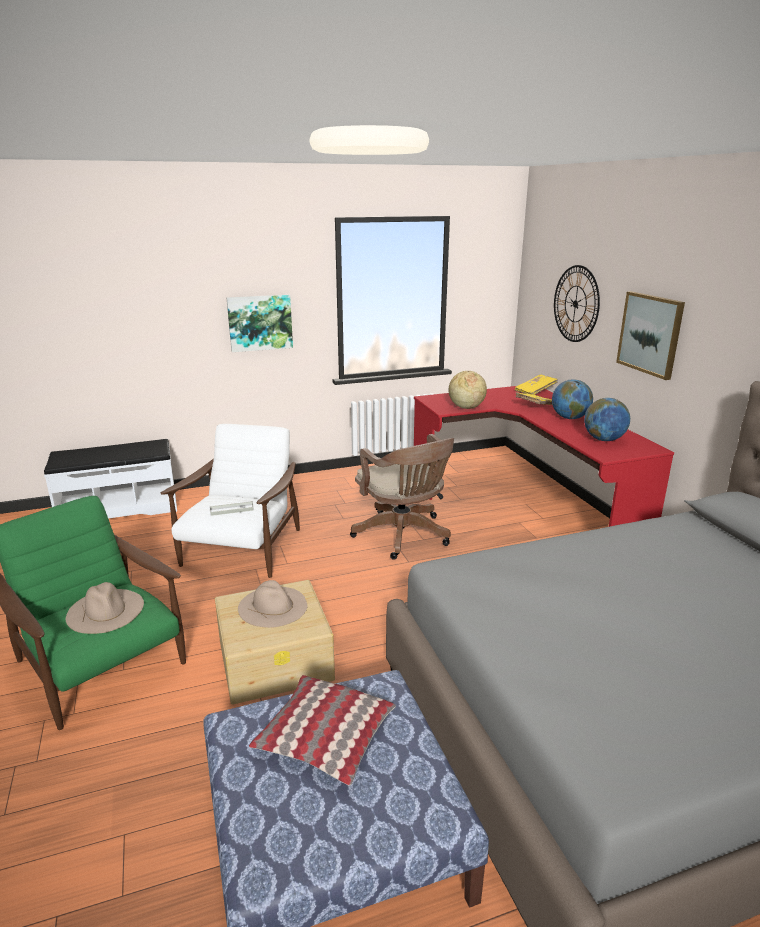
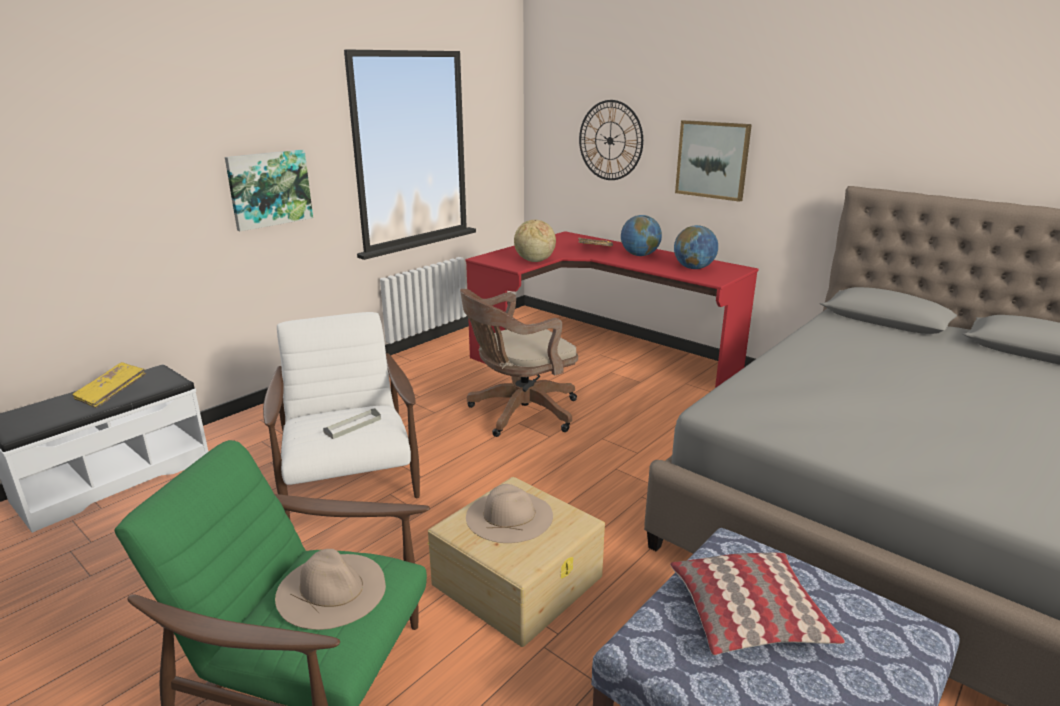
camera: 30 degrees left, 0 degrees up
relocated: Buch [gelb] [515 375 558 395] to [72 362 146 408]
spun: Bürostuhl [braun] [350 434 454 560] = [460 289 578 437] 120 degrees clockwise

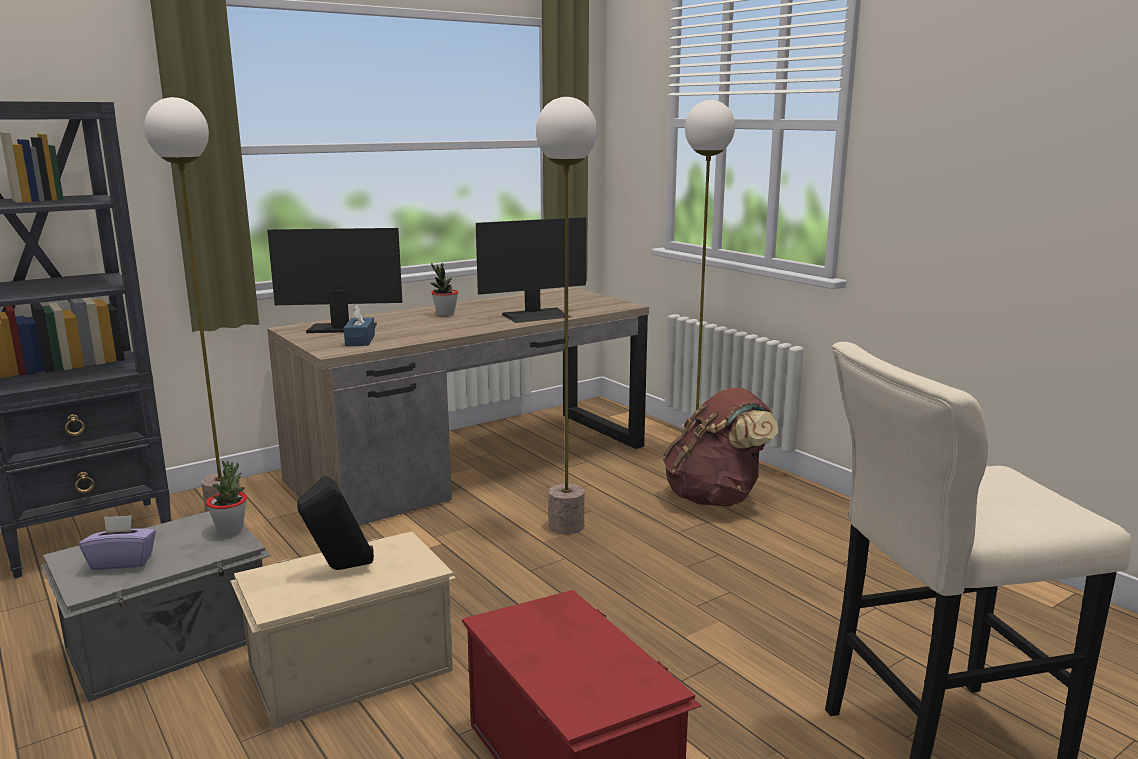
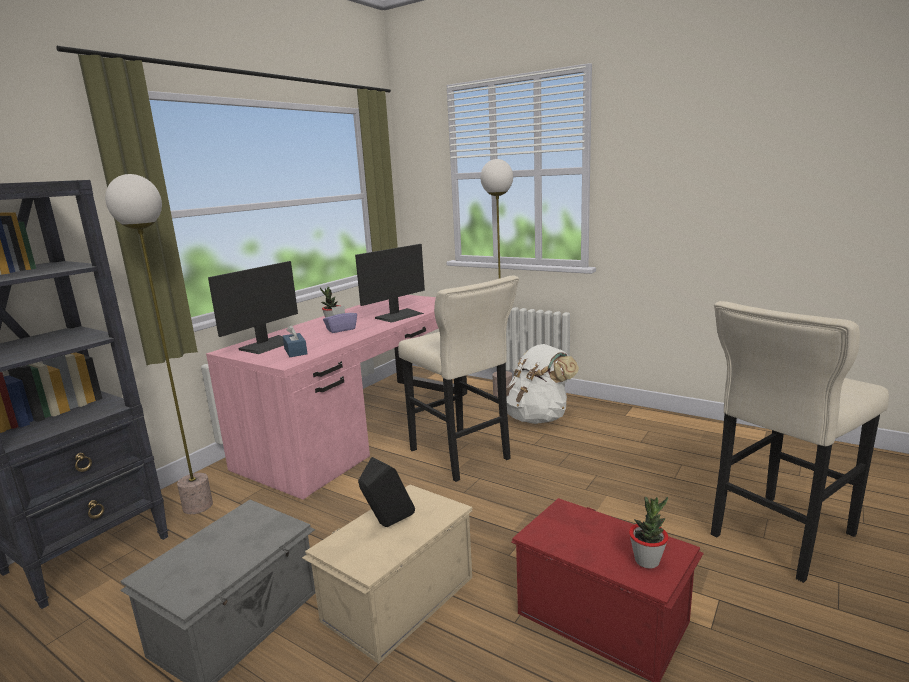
camera: 20 degrees left, 0 degrees up
relocated: Taschentuchbox [lila] [79 515 156 570] to [323 305 357 333]; Topfpflanze [206 461 247 535] to [629 497 668 569]
exchanged: Stehlampe [536 97 597 534] to Hocker [beige] [398 276 519 482]
colour: Schreibtisch [braun] [267 287 649 526] to Schreibtisch [rosa] [206 295 467 500]; Rucksack [braun] [663 388 778 507] to Rucksack [weiß] [506 344 579 424]
spun: Monitor [267 228 402 333] = [208 261 298 354] 150 degrees clockwise

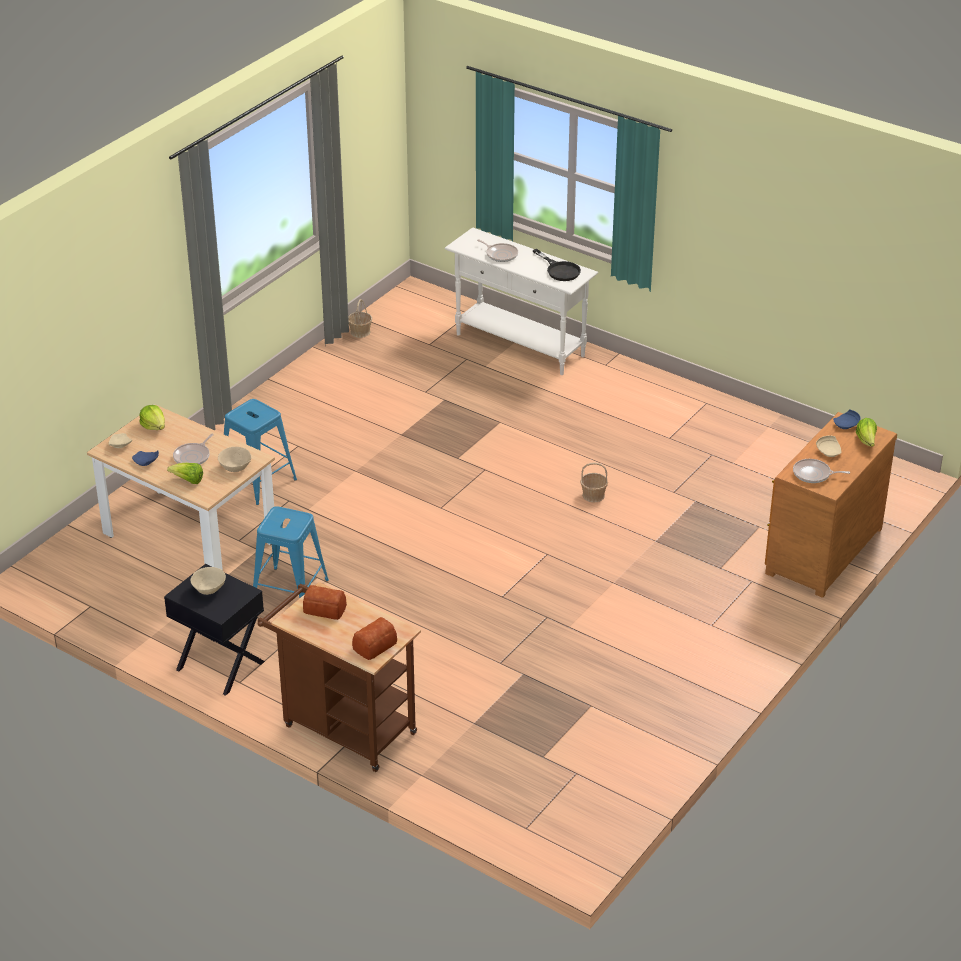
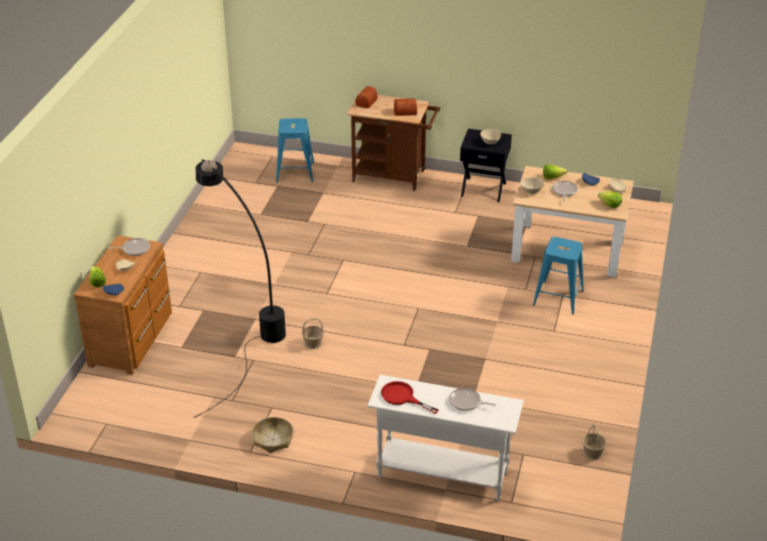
camera: 160 degrees right, 0 degrees up
appeared: Stehlampe [schwarz] [194 159 286 418]; Korb [252 417 294 453]
relocated: Hocker [blau] [253 506 329 598] to [276 118 314 182]
colour: Pfanne [schwarz] [533 249 581 281] to Pfanne [rot] [381 381 438 414]

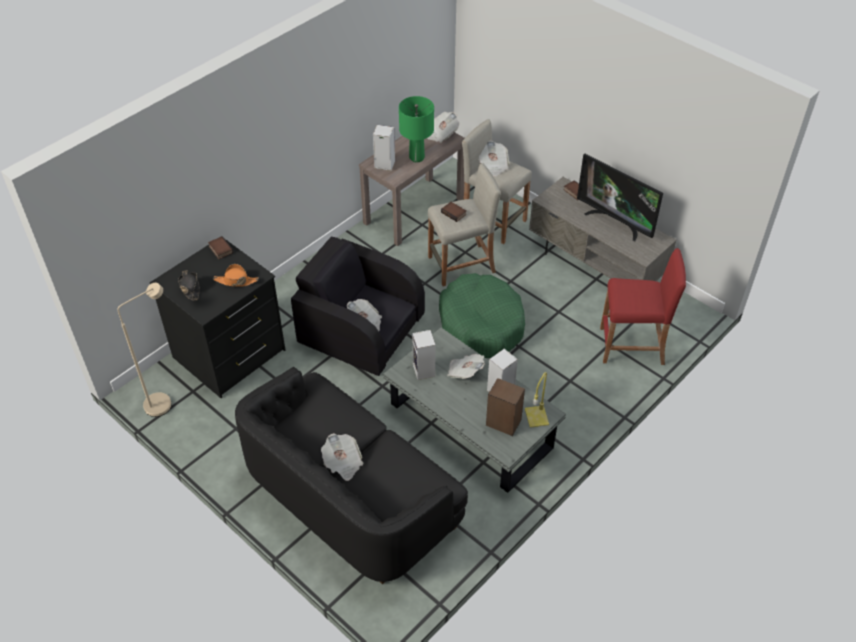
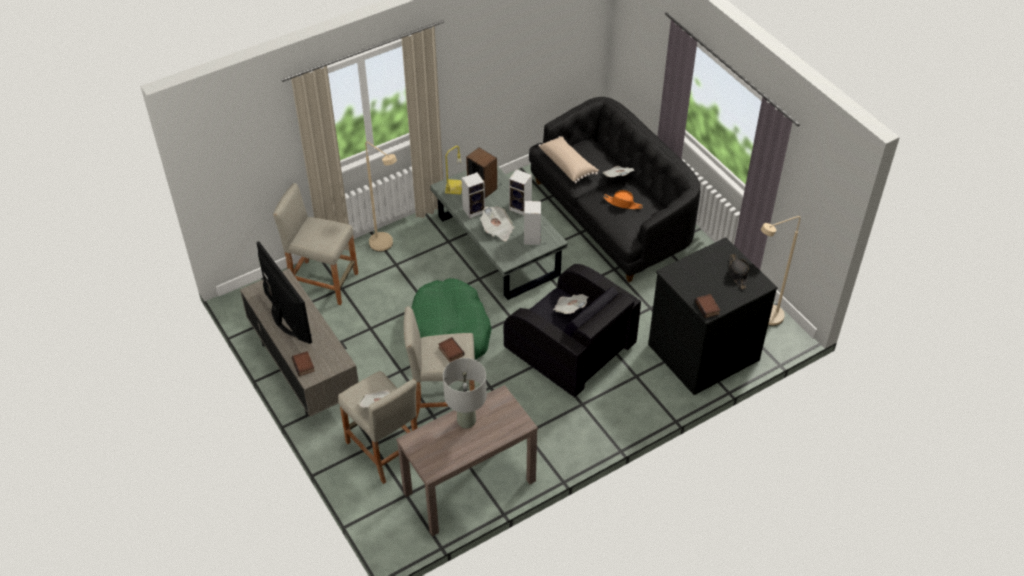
camera: 165 degrees left, 0 degrees up
missing: Zeitung [427 112 459 143]
appeared: Stehlampe [beige] [365 141 397 252]; Kissen [beige] [538 136 599 183]
relocated: Lautsprecher [373 125 395 171] to [509 169 532 215]; Hut [orange] [213 264 259 287] to [603 190 643 209]
colour: Hocker [rot] [600 248 686 365] to Hocker [beige] [273 183 358 305]; Tischlampe [grün] [399 96 434 163] to Tischlampe [grau] [443 358 487 429]

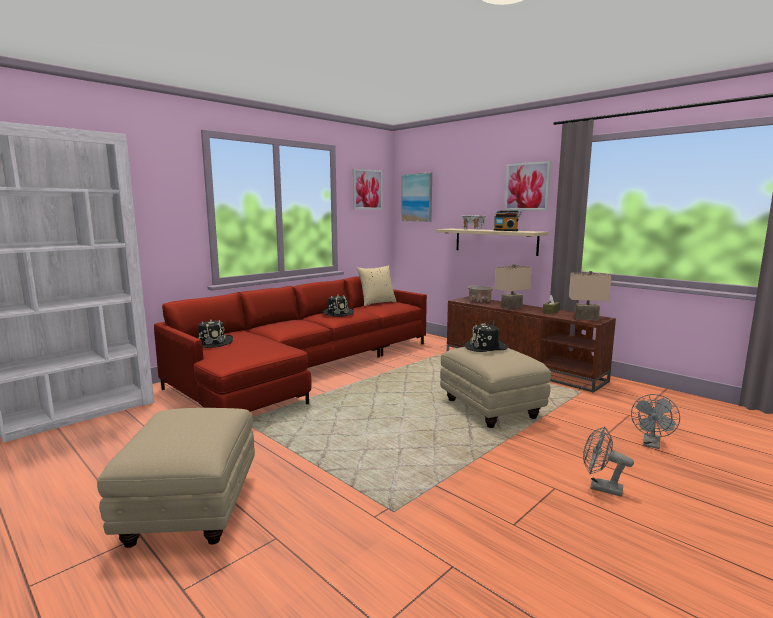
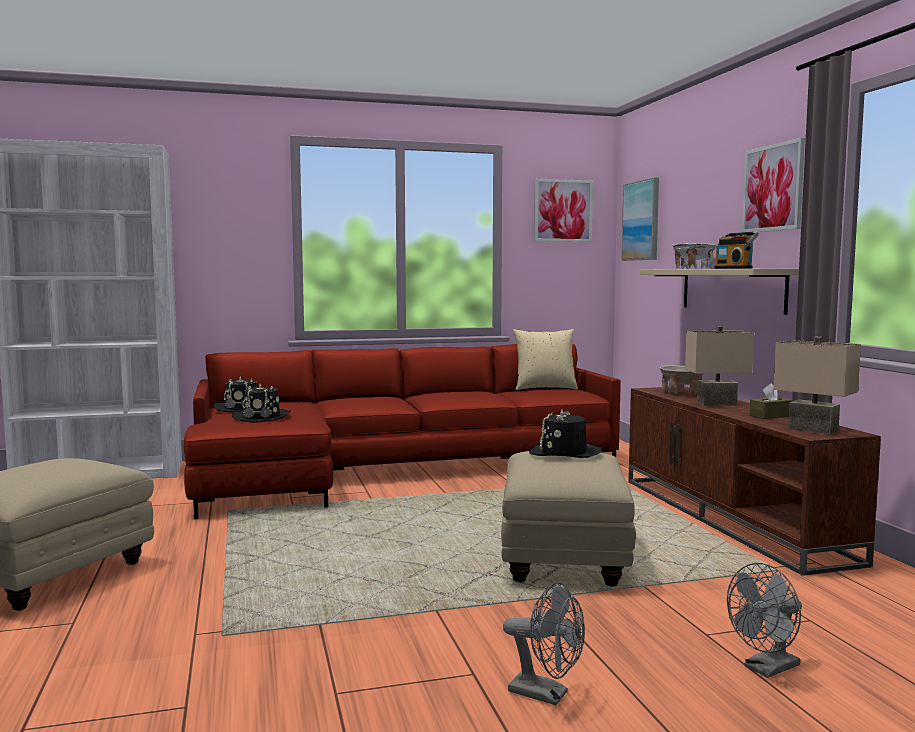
camera: 30 degrees right, 5 degrees down
relocated: Hut [schwarz] [321 295 354 317] to [232 384 291 423]
spun: Ventilator [grau] [583 426 634 497] = [503 582 585 705] 150 degrees clockwise

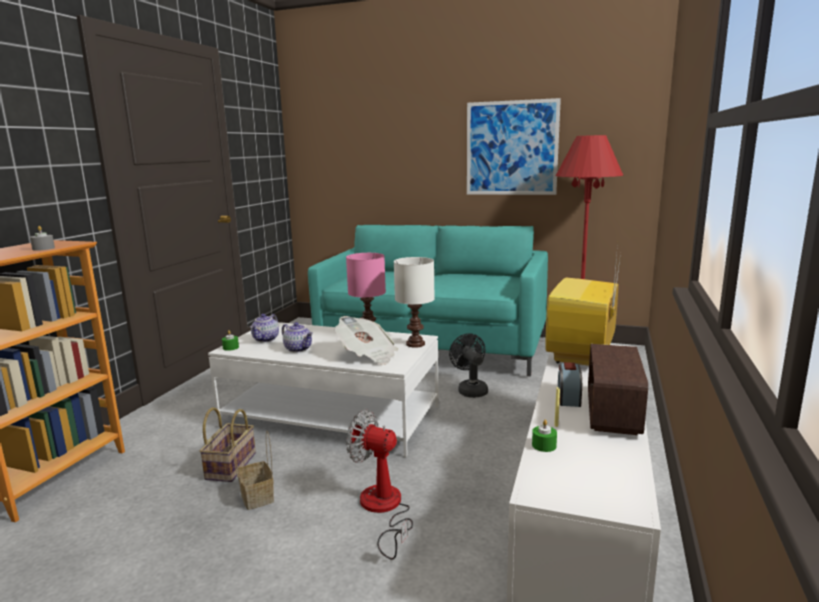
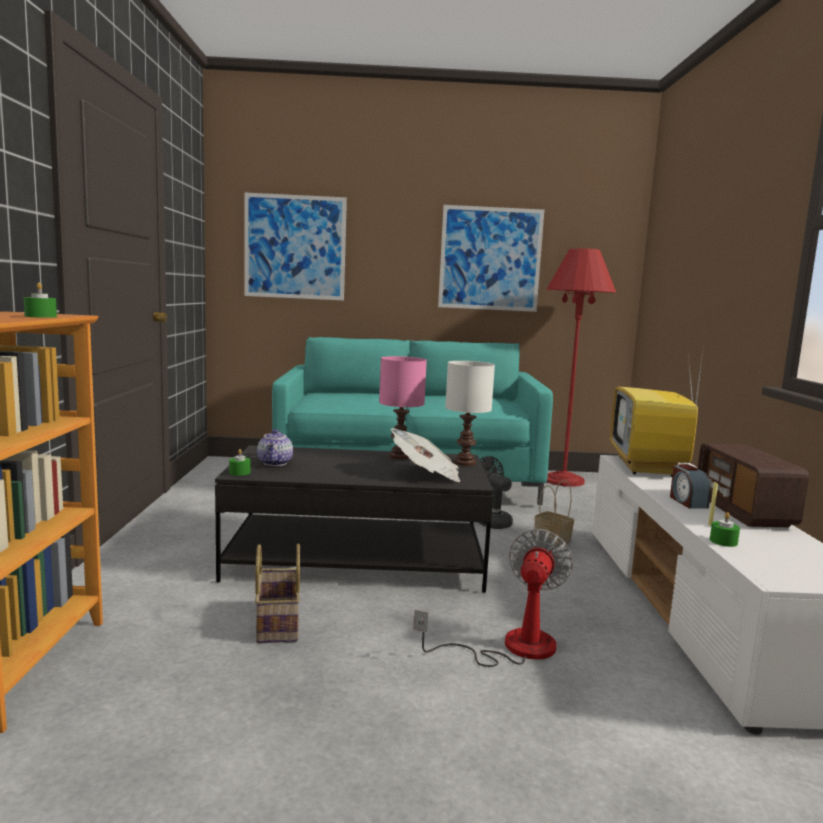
camera: 20 degrees left, 5 degrees down
missing: Teekanne [282 322 313 353]
appeared: Bild [244 192 347 300]
relocated: Korb [230 431 274 510] to [534 480 574 547]
colour: Kerze [grau] [30 226 55 251] to Kerze [grün] [24 282 57 318]; Couchtisch [weiß] [208 322 439 457] to Couchtisch [schwarz] [215 445 493 593]
spun: Ventilator [346 410 413 560] = [414 529 573 667] 105 degrees clockwise

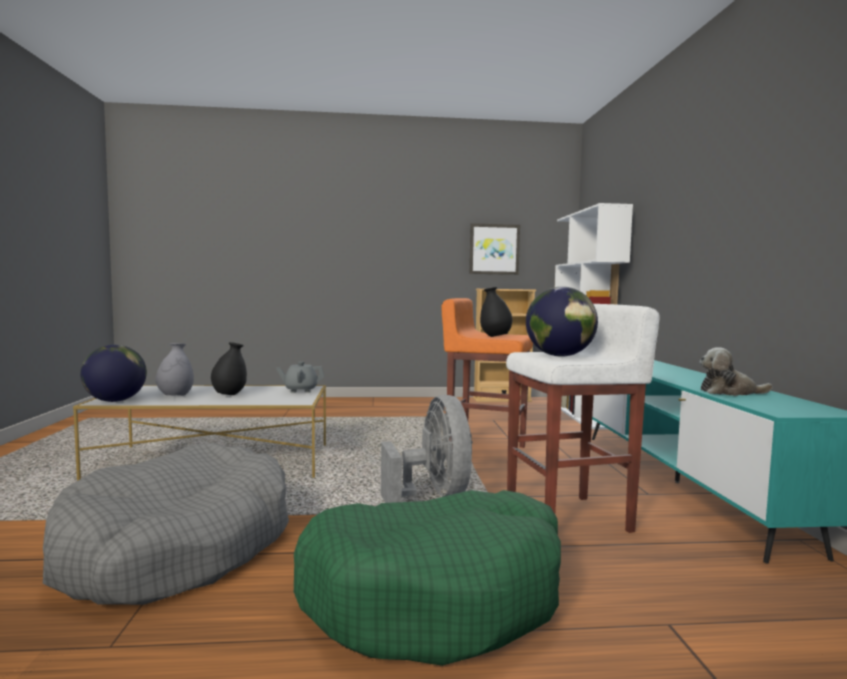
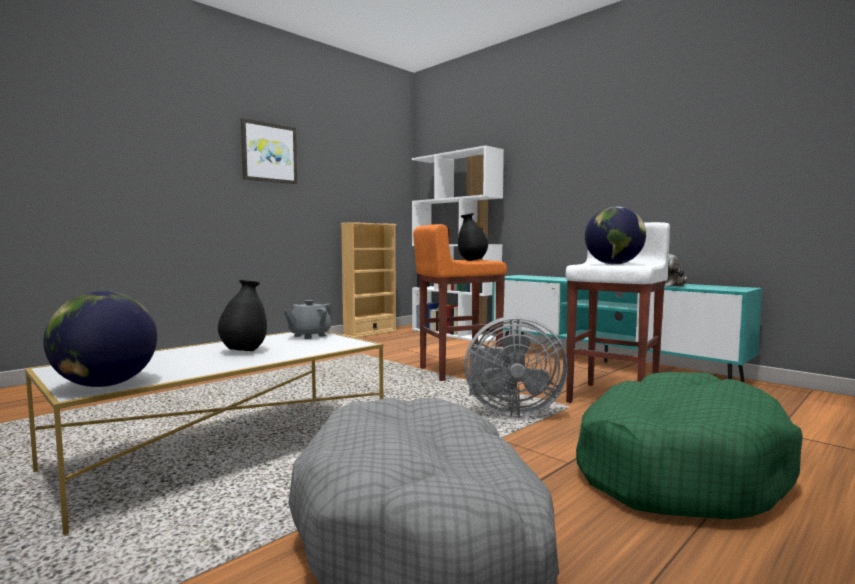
camera: 40 degrees left, 0 degrees up
missing: Vase [grau] [155 343 194 396]
relocated: Bild [469 223 520 275] to [241 118 297 184]
spun: Ventilator [grau] [381 395 473 503] = [464 316 568 417] 150 degrees clockwise

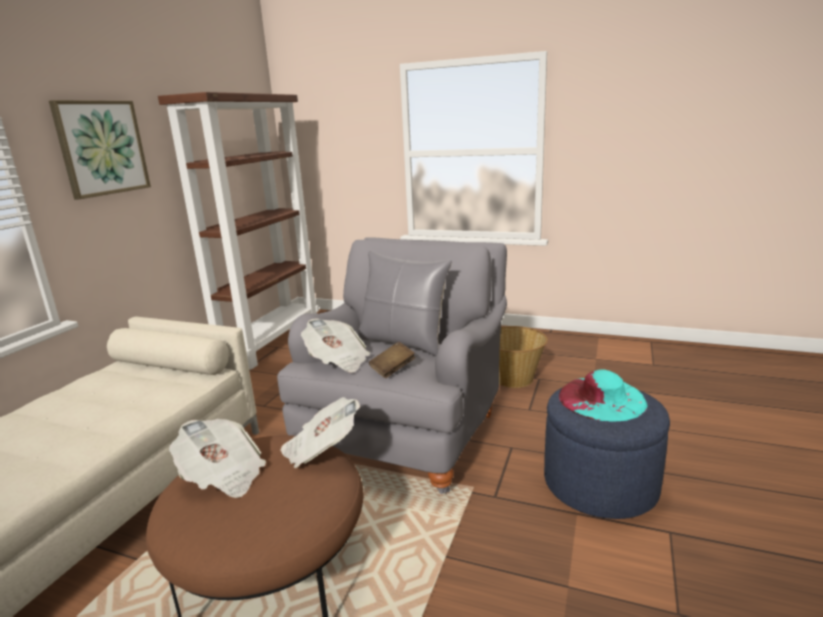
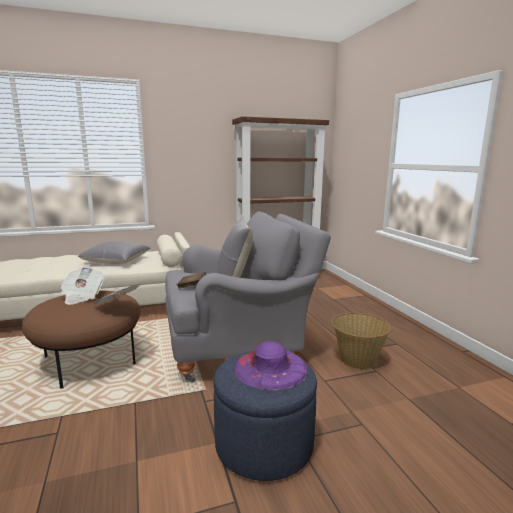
camera: 50 degrees right, 5 degrees down
missing: Bild [49 100 151 199]; Zeitung [301 318 370 372]
appeared: Kissen [grau] [78 241 151 264]
colour: Hut [türkis] [559 369 648 422] to Hut [lila] [234 341 309 390]

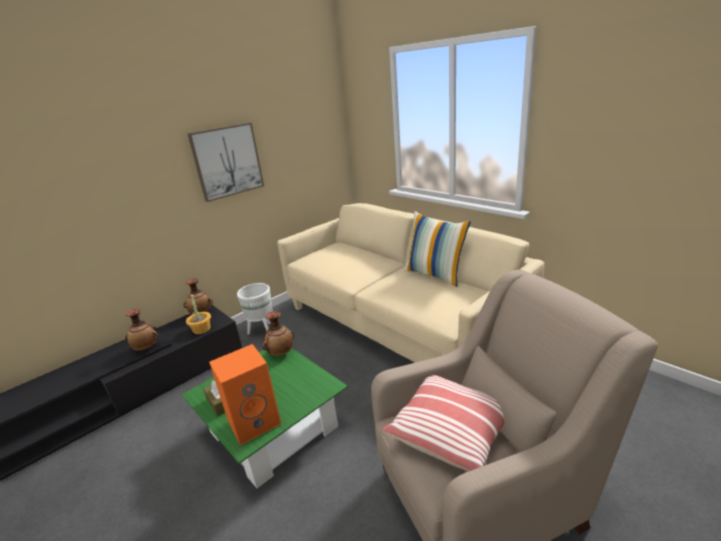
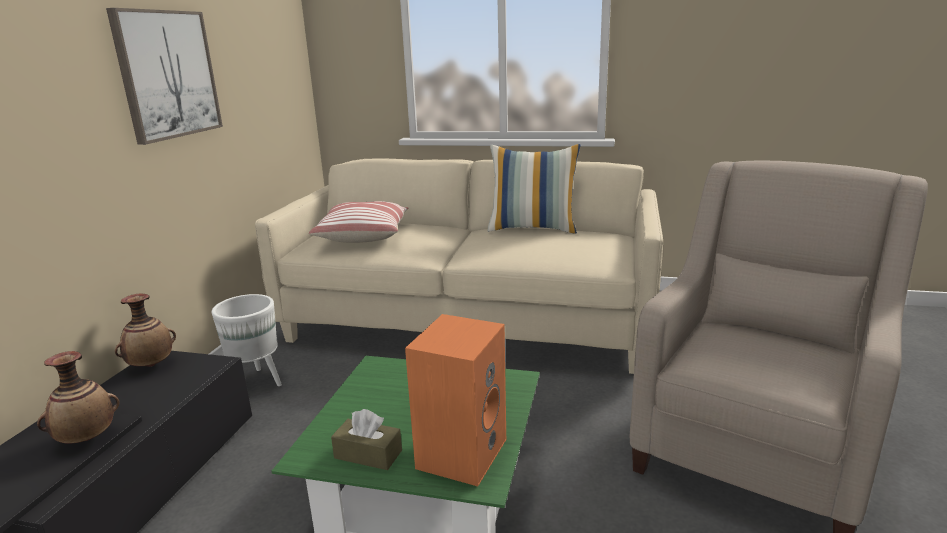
camera: 35 degrees left, 5 degrees down
missing: Topfpflanze [186 294 211 334]; Vase [262 311 294 356]
relocated: Kissen [382 375 504 472] to [309 201 408 243]

